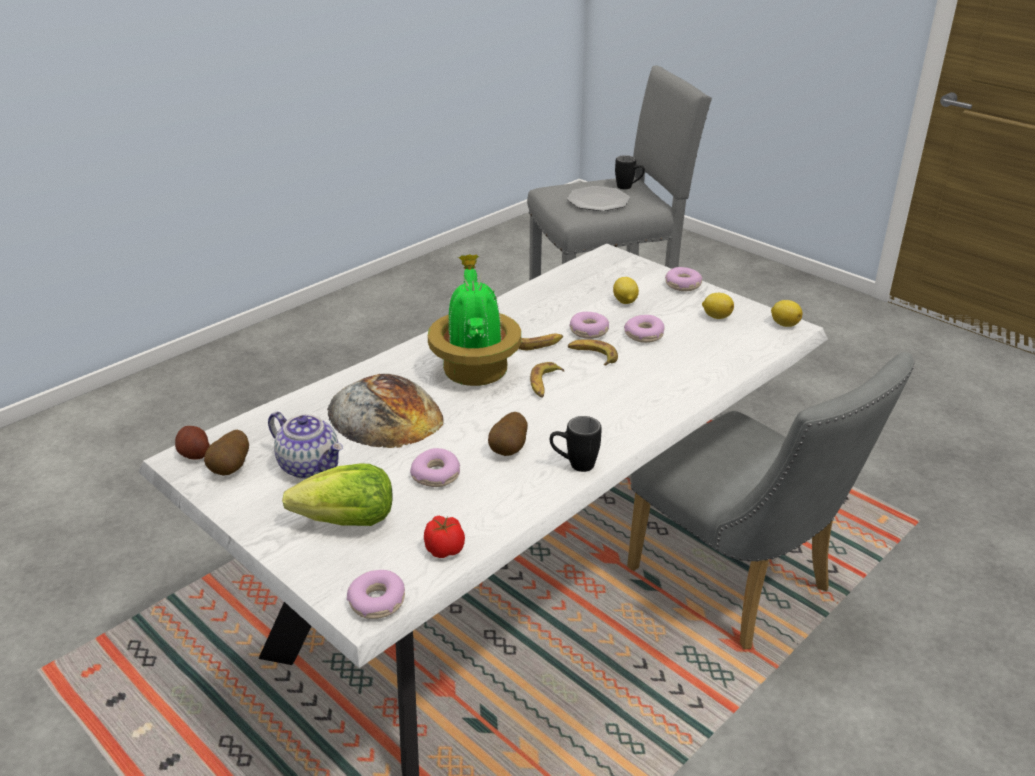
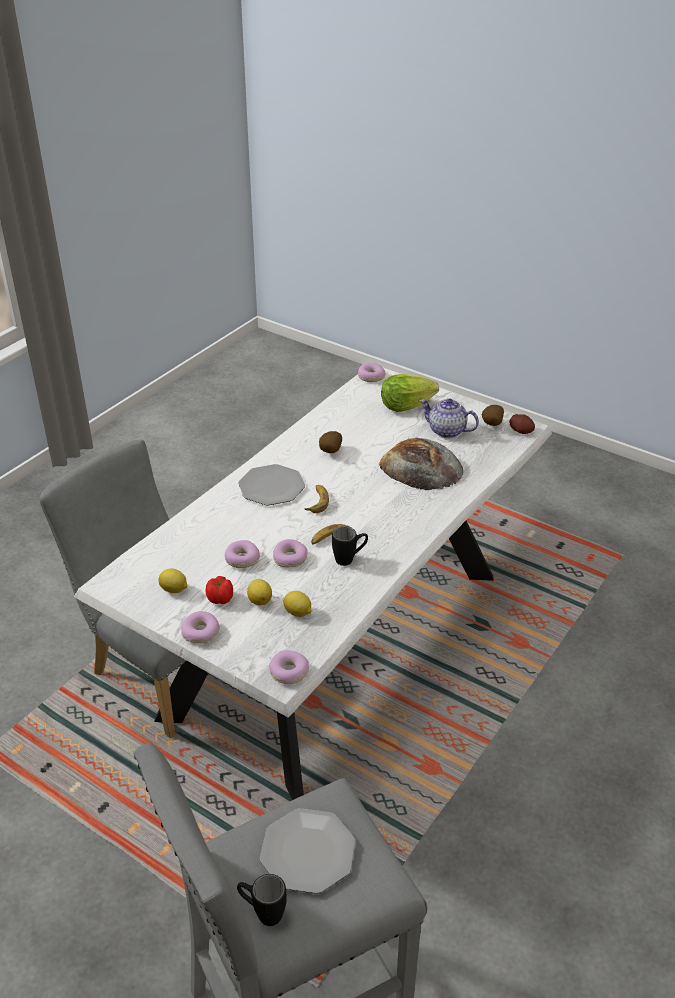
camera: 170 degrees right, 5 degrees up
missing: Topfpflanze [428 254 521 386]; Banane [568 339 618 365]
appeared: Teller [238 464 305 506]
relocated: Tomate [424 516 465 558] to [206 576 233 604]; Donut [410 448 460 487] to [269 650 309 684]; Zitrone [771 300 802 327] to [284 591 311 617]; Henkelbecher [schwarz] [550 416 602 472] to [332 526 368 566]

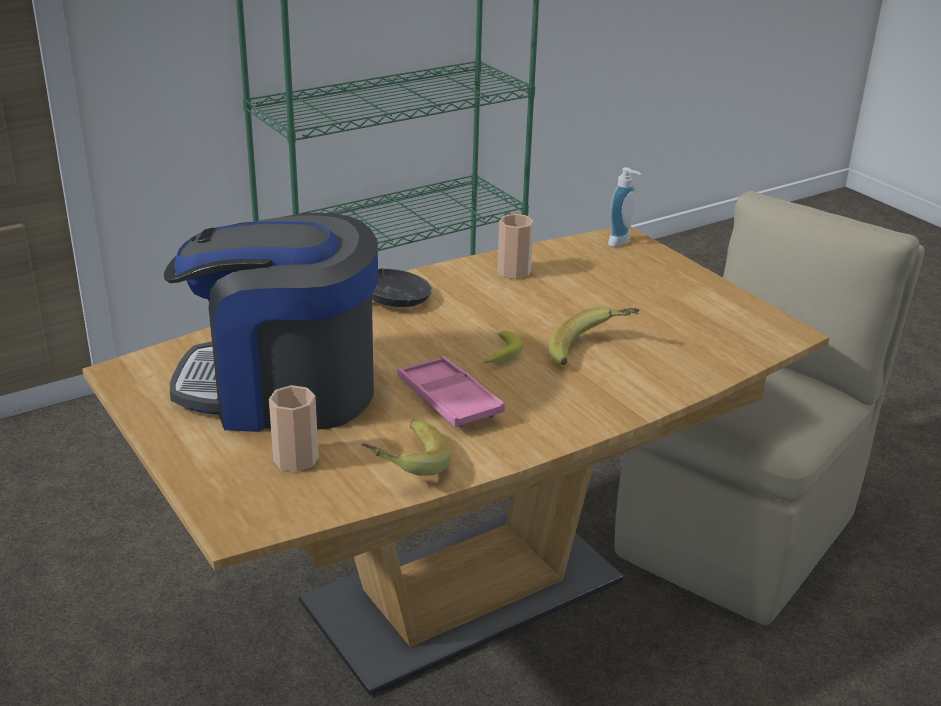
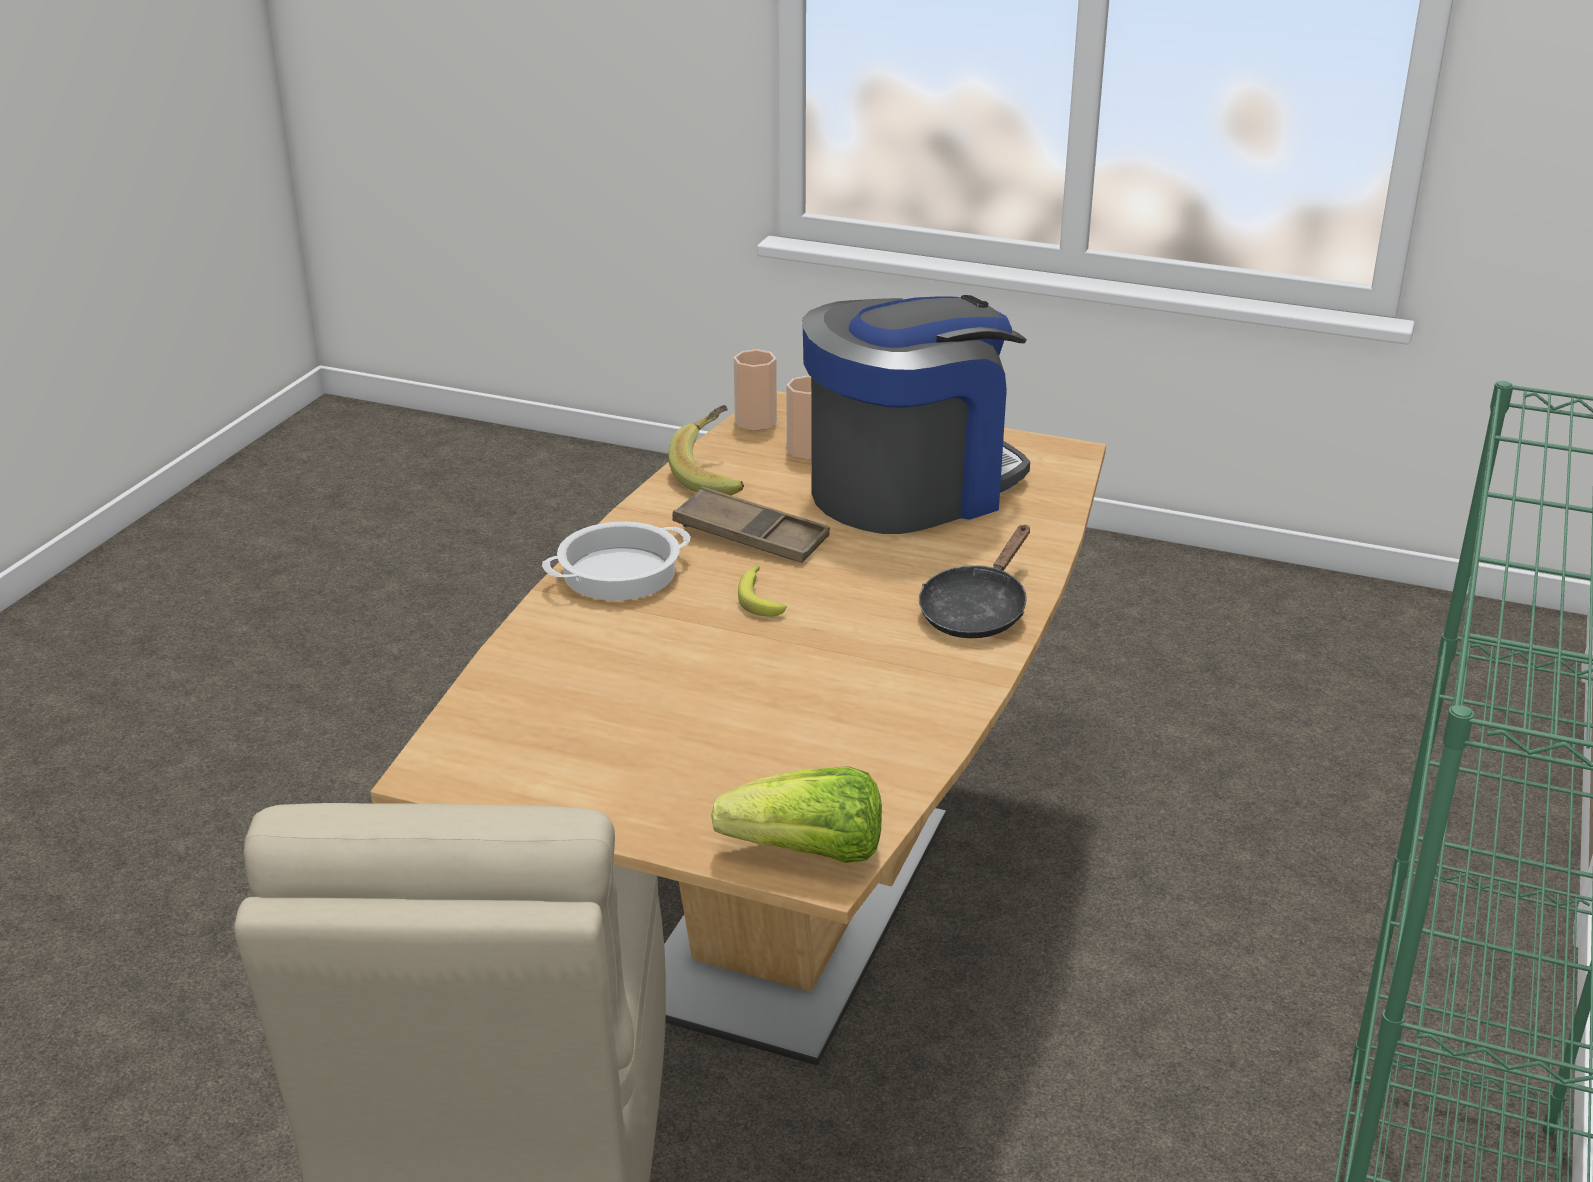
camera: 145 degrees right, 0 degrees up
missing: Banane [549 306 639 365]
appeared: Kochtopf [542 522 691 601]
relocated: Tasse [497 214 534 279] to [734 349 777 431]
exchanged: Seifenspender [608 167 641 247] to Salatkopf [711 766 882 863]
colour: Tablett [rosa] [398 356 505 428] to Tablett [braun] [672 486 830 563]

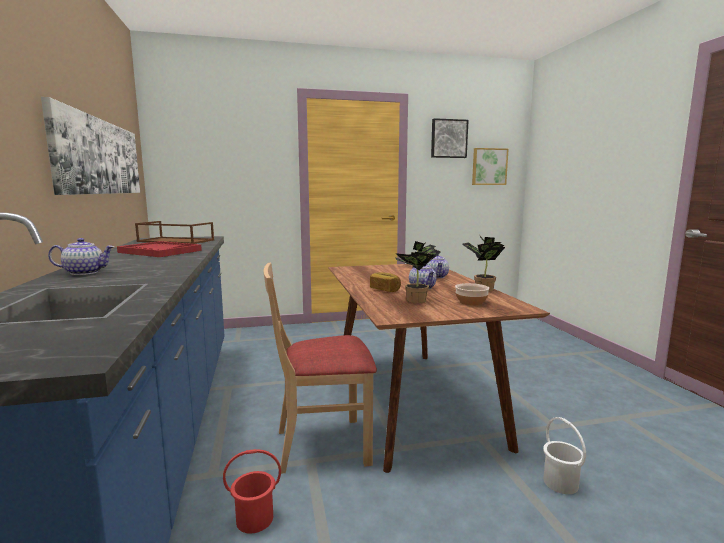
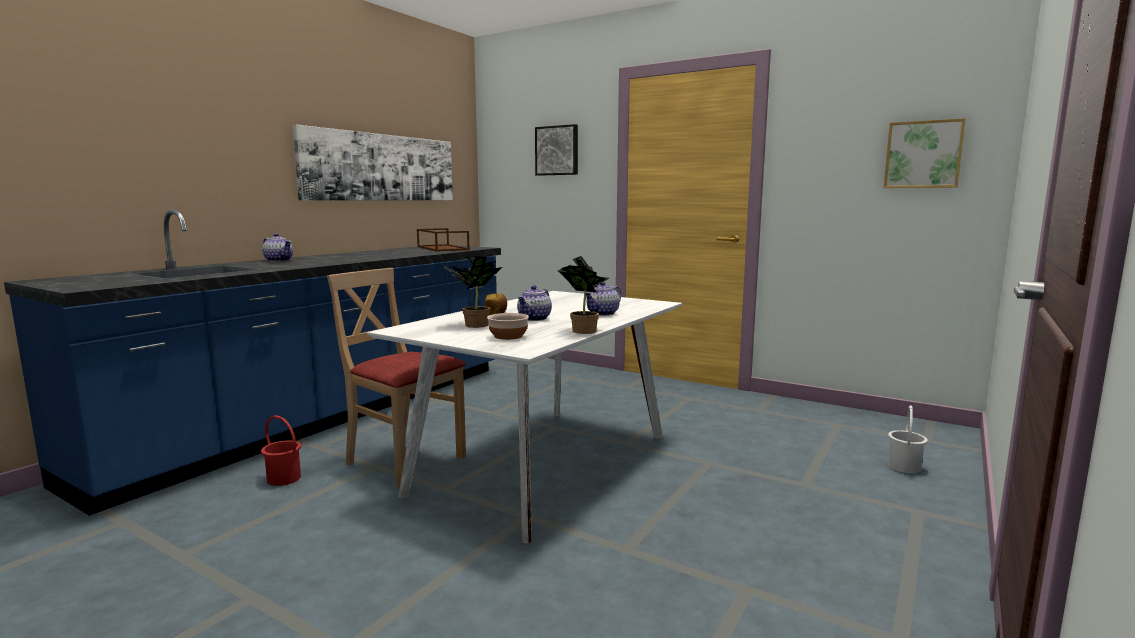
camera: 45 degrees right, 0 degrees up
missing: Tablett [rot] [117 241 202 257]
relocated: Bild [431 118 468 158] to [535 124 578 176]; Eimer [weiß] [543 417 586 494] to [888 406 928 473]
colour: Esstisch [braun] [328 264 550 473] to Esstisch [weiß] [367 291 682 543]

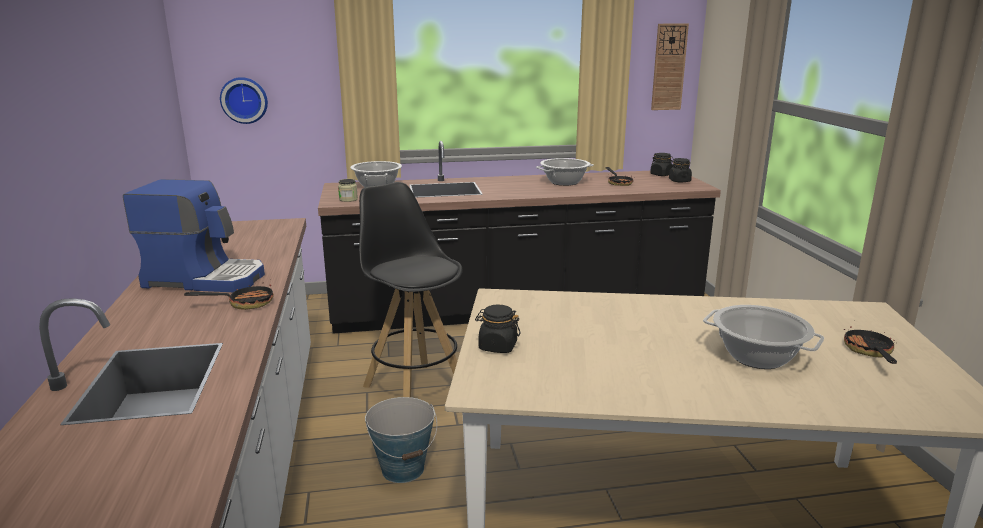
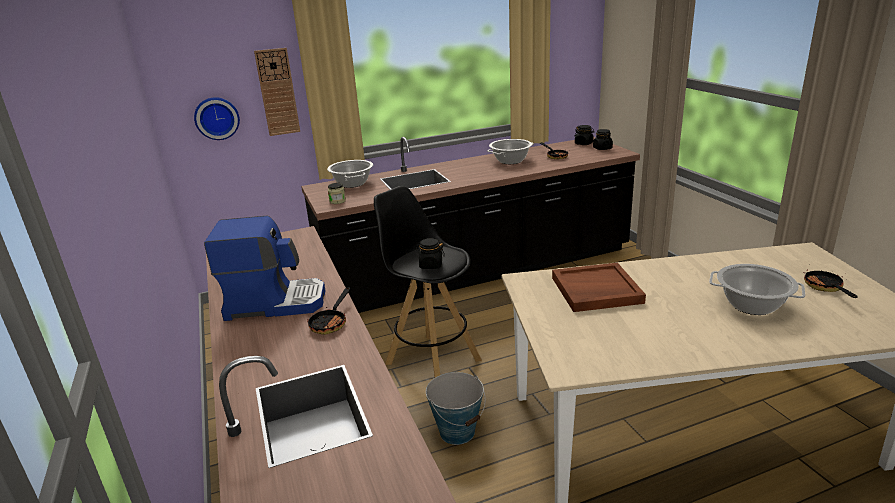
camera: 10 degrees left, 5 degrees up
appeared: Tablett [braun] [552 262 646 312]
relocated: Wanduhr [651 24 689 110] to [254 48 300 136]; Vorratsglas [schwarz] [475 305 521 353] to [415 238 445 269]
spun: Pfanne [184 284 274 310] = [307 287 350 335] 135 degrees clockwise

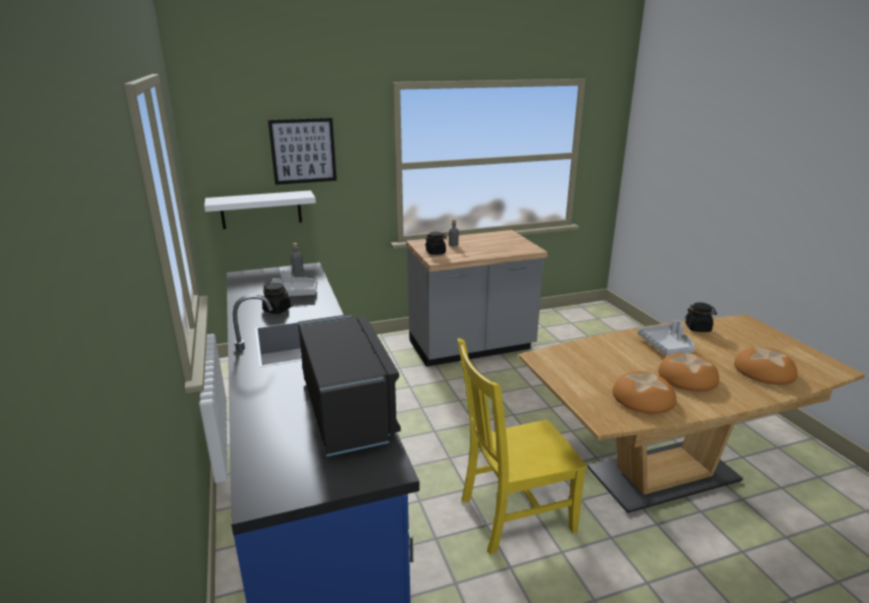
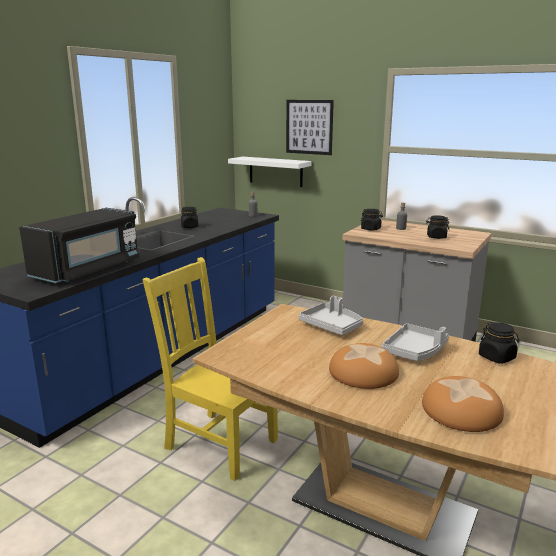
camera: 50 degrees right, 5 degrees down
missing: Brot [613 371 676 414]
appeared: Vorratsglas [schwarz] [426 215 450 239]
relocated: Tablett [grau] [271 270 318 296] to [299 296 363 335]

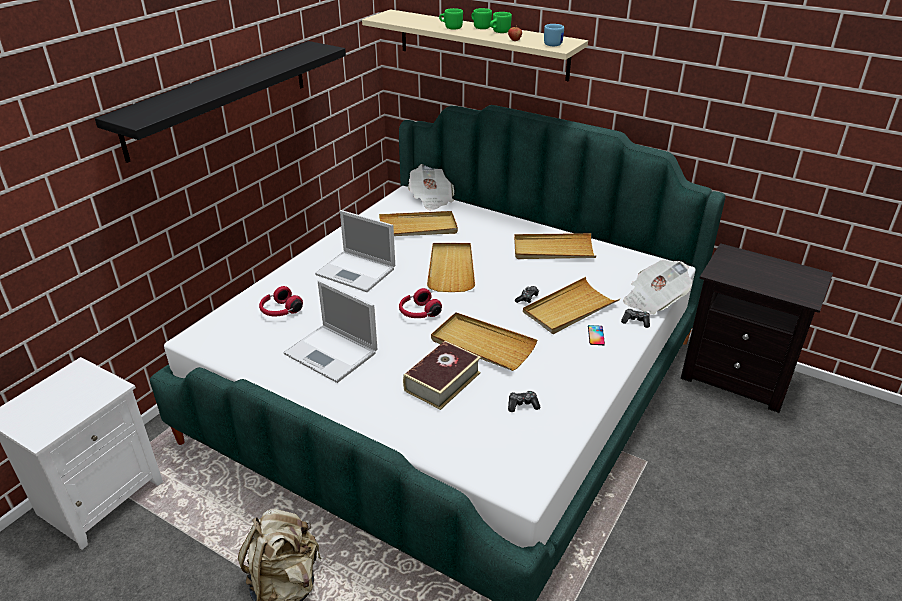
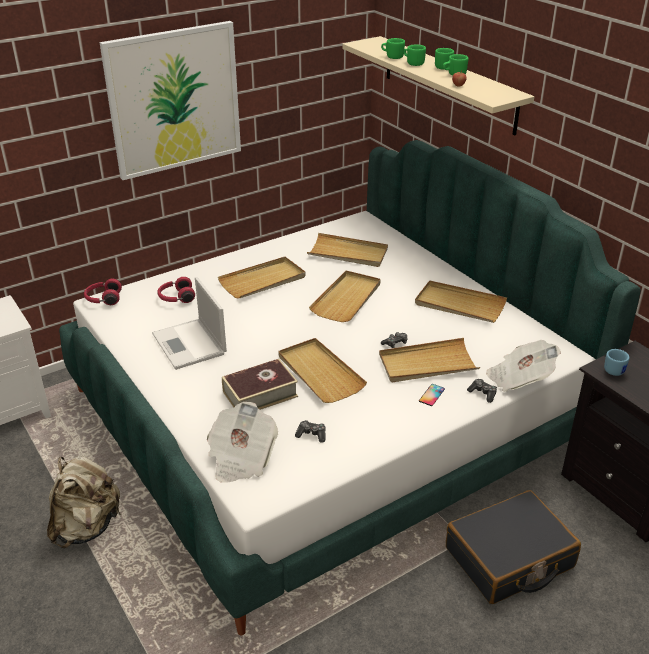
camera: 25 degrees right, 0 degrees up
appeared: Henkelbecher [grün] [381 38 405 59]; Koffer [schwarz] [446 490 581 604]
relocated: Kopfhörer [rot] [399 288 442 318] to [84 279 122 305]; Zeitung [408 164 454 211] to [207 402 278 483]; Henkelbecher [blau] [544 24 564 46] to [604 349 629 376]
exchanged: Wandregal [schwarz] [95 41 346 163] to Bild [99 21 241 180]; Laptop [315 210 395 292] to Tablett [beige] [218 257 306 299]

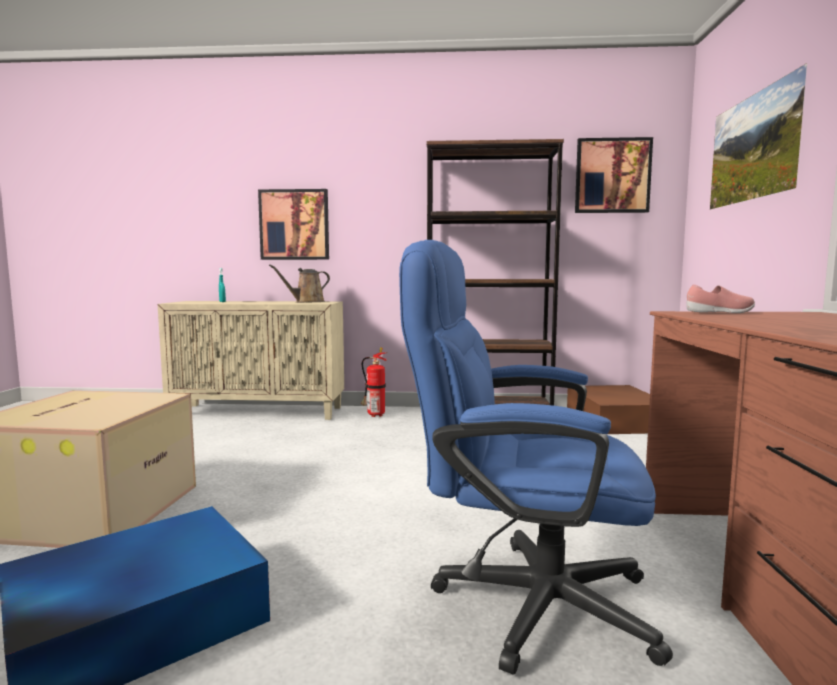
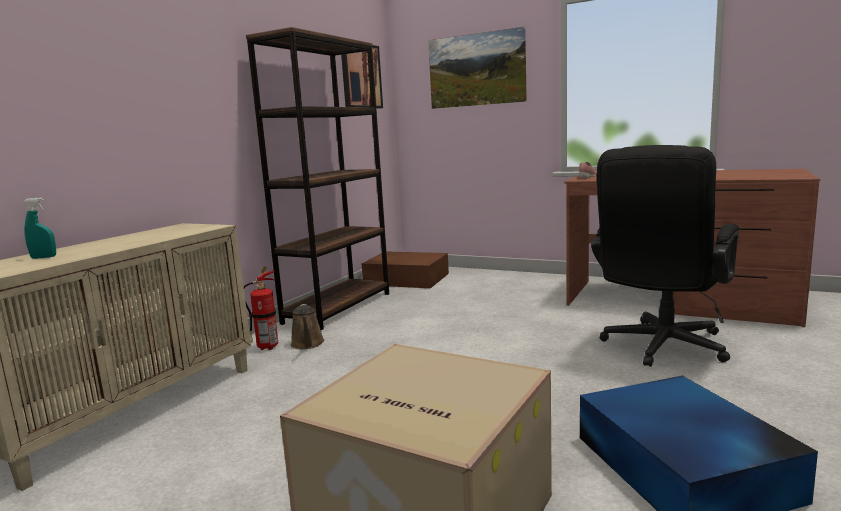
camera: 65 degrees left, 5 degrees up
missing: Bild [258 189 329 260]
relocated: Gießkanne [braun] [269 264 330 303] to [291 304 325 349]
colour: Bürostuhl [blau] [399 240 673 675] to Bürostuhl [schwarz] [591 145 739 367]

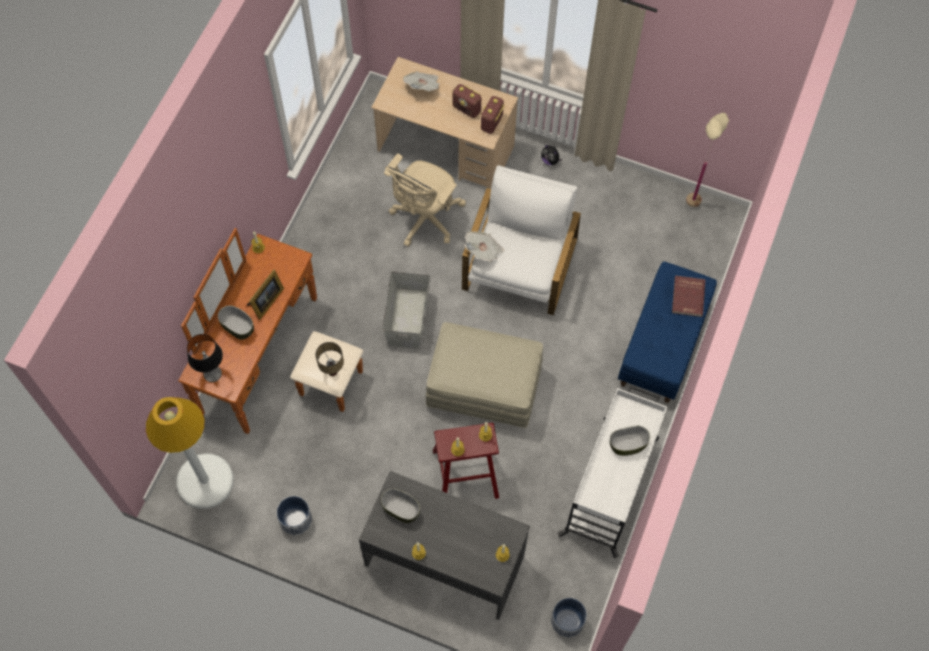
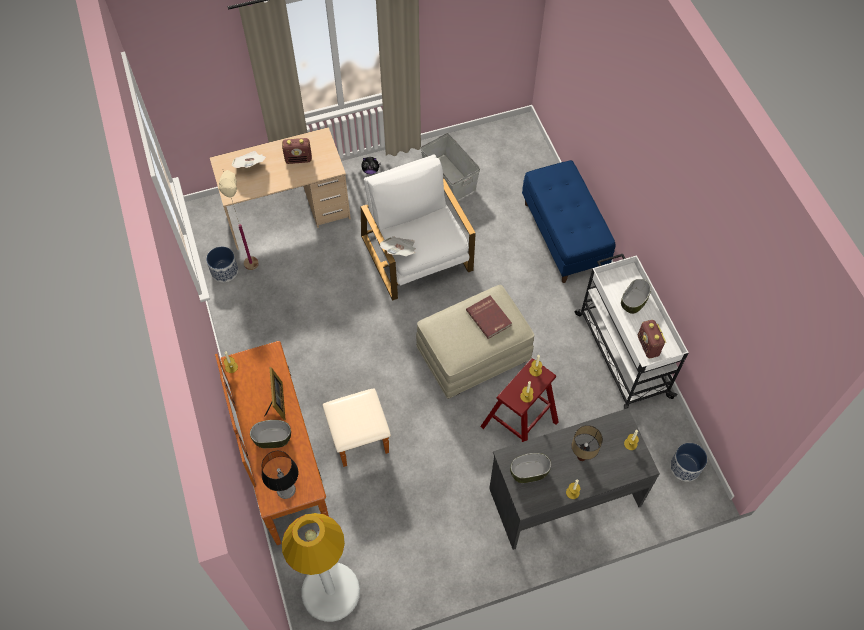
camera: 40 degrees left, 5 degrees down
missing: Bürostuhl [beige] [384 153 466 247]
relocated: Pflanzkübel [277 496 312 536] to [206 246 238 282]; Stehlampe [beige] [686 109 729 207] to [219 170 259 270]; Aufbewahrungsbox [grau] [382 271 431 349] to [420 133 480 200]; Buch [rot] [672 276 706 317] to [466 296 512 339]; Tischlampe [316 342 344 376] to [572 425 603 461]; Radio [481 96 504 134] to [638 320 666 358]

